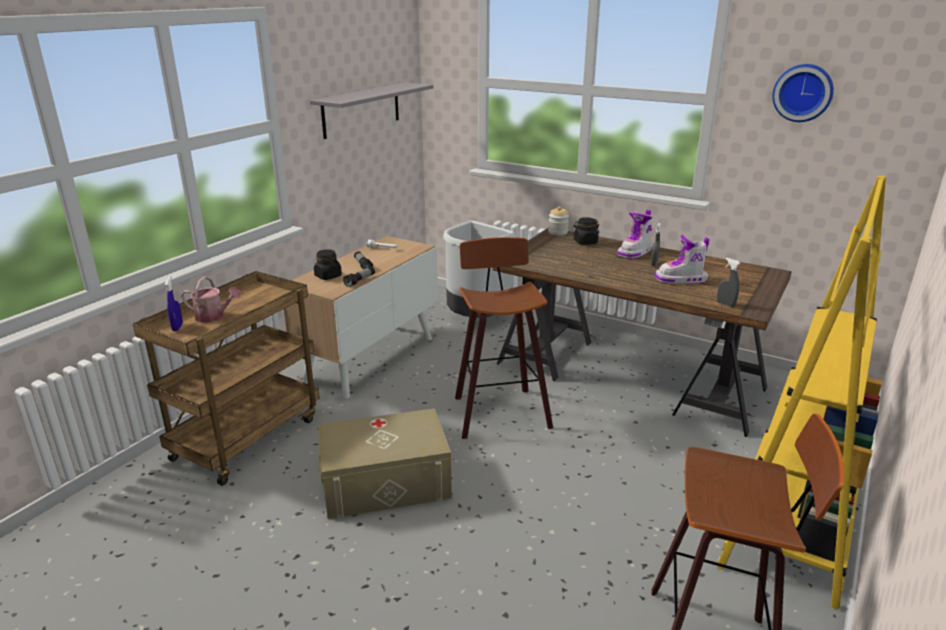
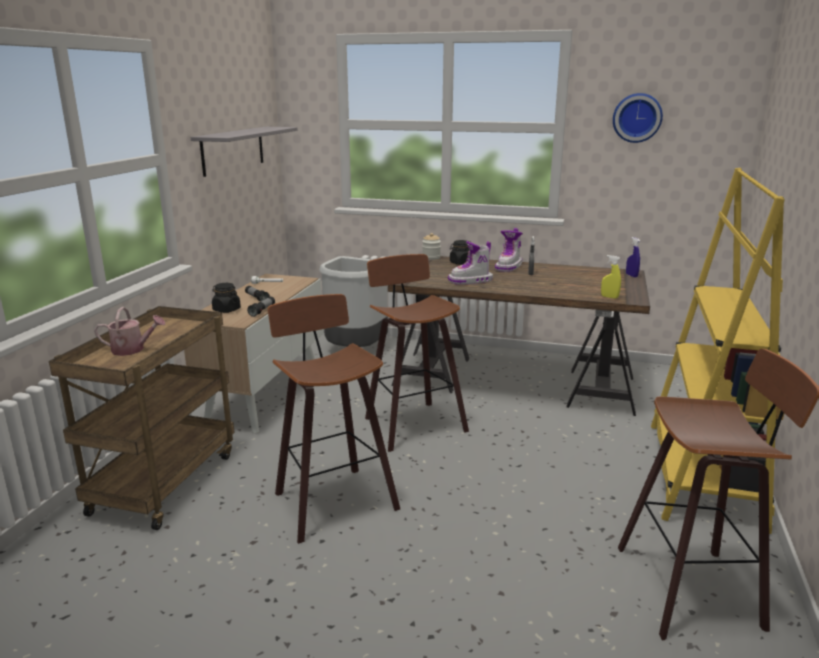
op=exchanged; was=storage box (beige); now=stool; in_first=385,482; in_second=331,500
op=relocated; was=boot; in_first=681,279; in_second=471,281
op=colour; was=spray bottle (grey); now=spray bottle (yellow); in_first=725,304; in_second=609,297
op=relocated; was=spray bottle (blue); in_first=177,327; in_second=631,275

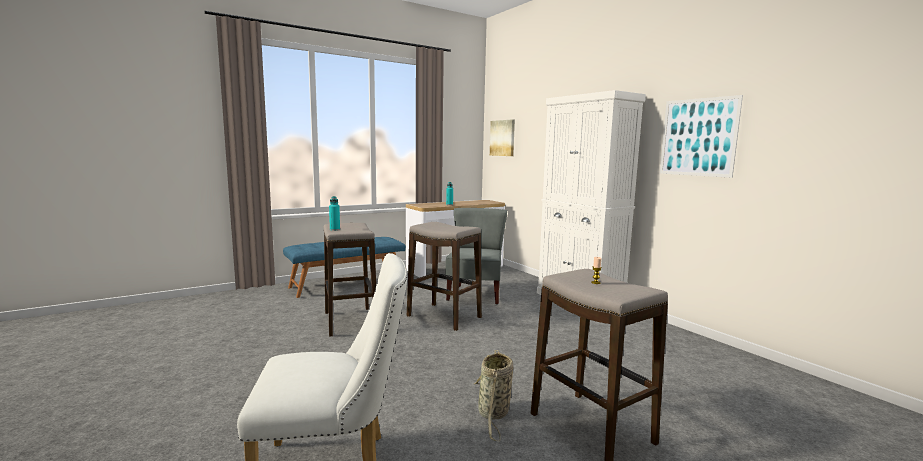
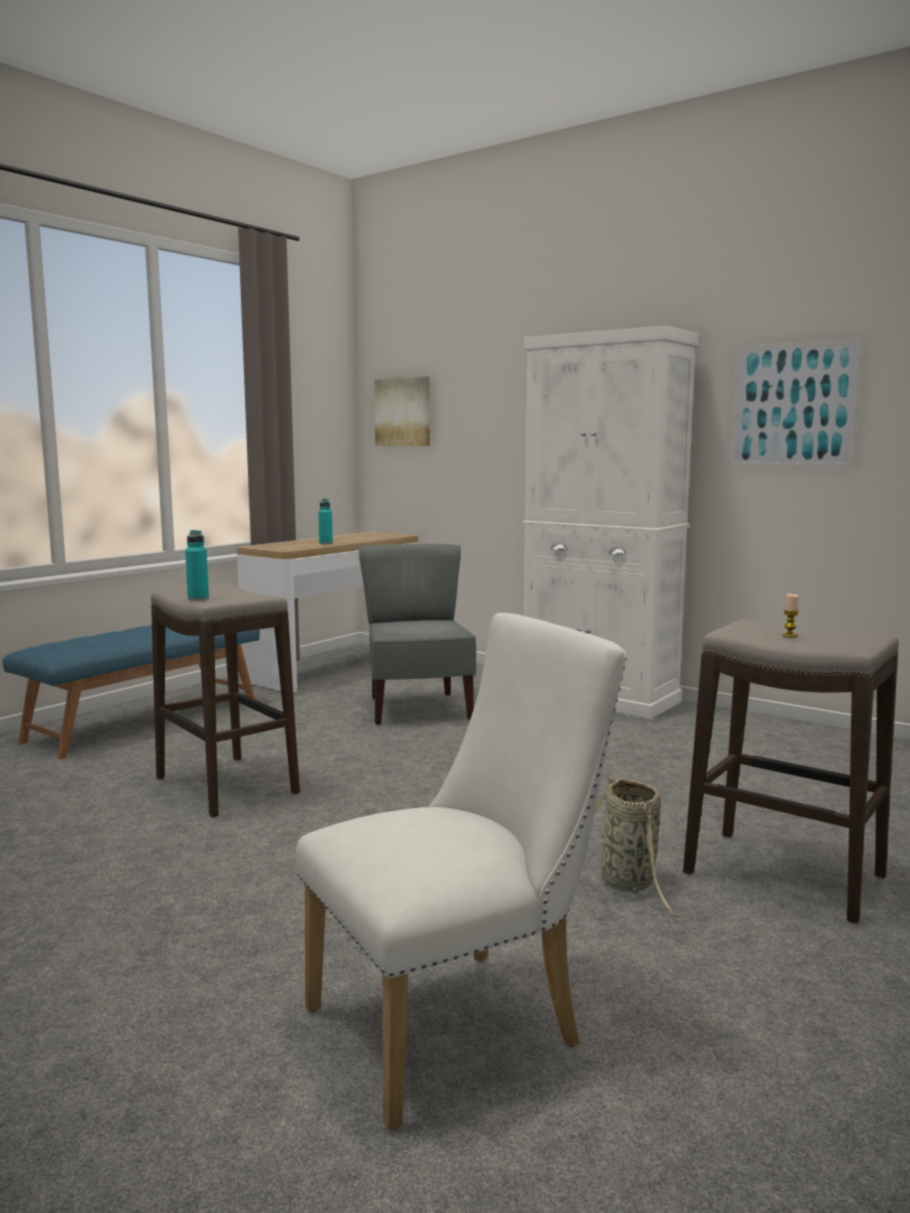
op=missing; was=stool; in_first=444,317

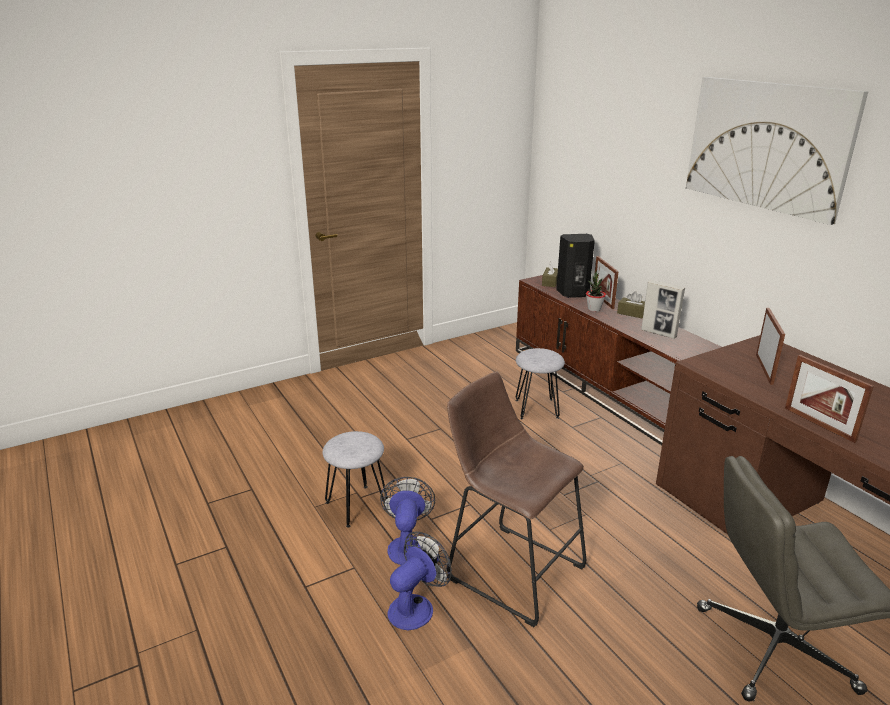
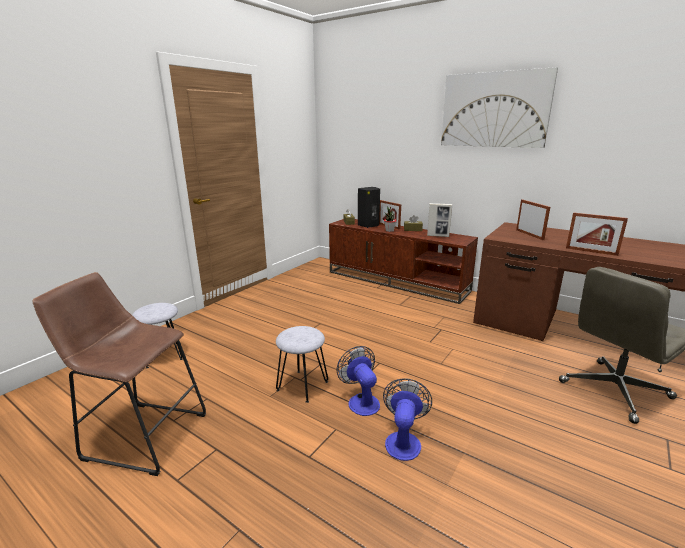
op=relocated; was=stool (brown); in_first=510,569; in_second=141,434
op=relocated; was=stool (grey); in_first=537,409; in_second=163,355

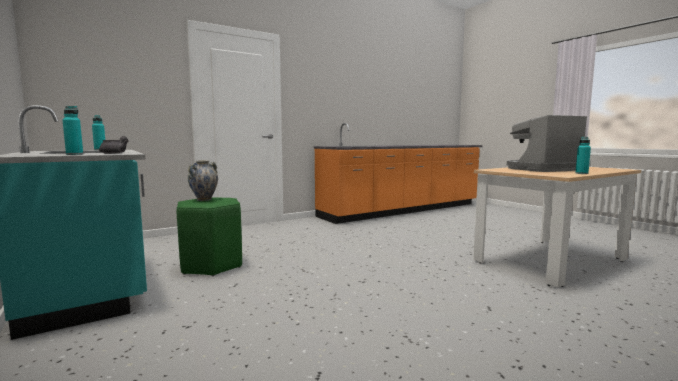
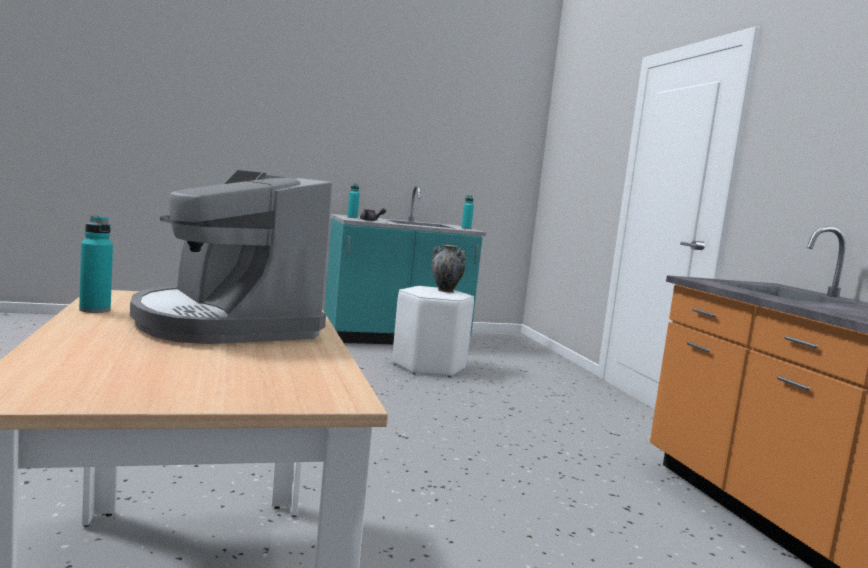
op=spun; was=coffee machine; in_first=542,169; in_second=225,324; clockwise=150
op=colour; was=stool (green); now=stool (white); in_first=212,265; in_second=429,367

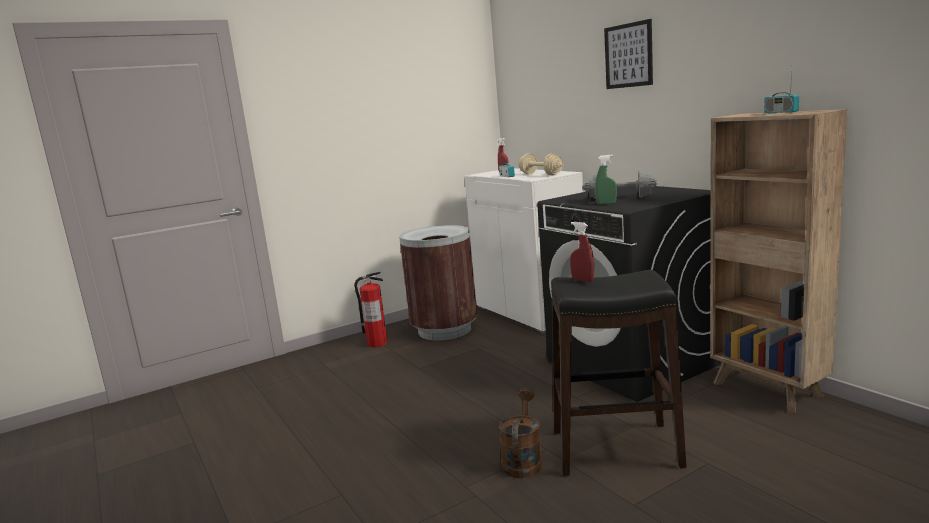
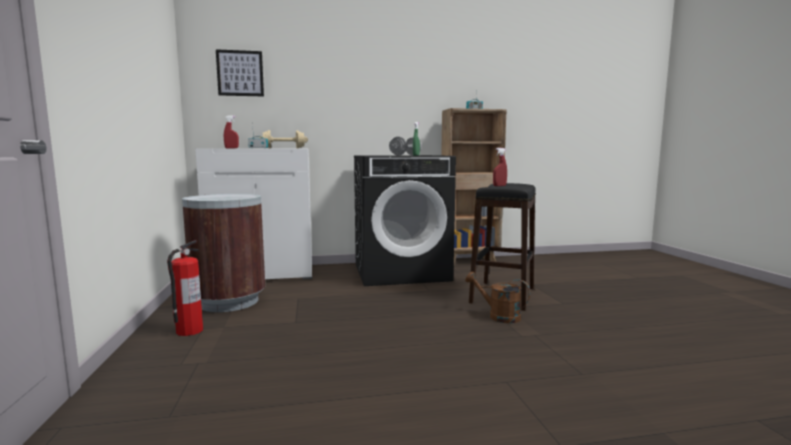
op=relocated; was=picture; in_first=628,55; in_second=240,73

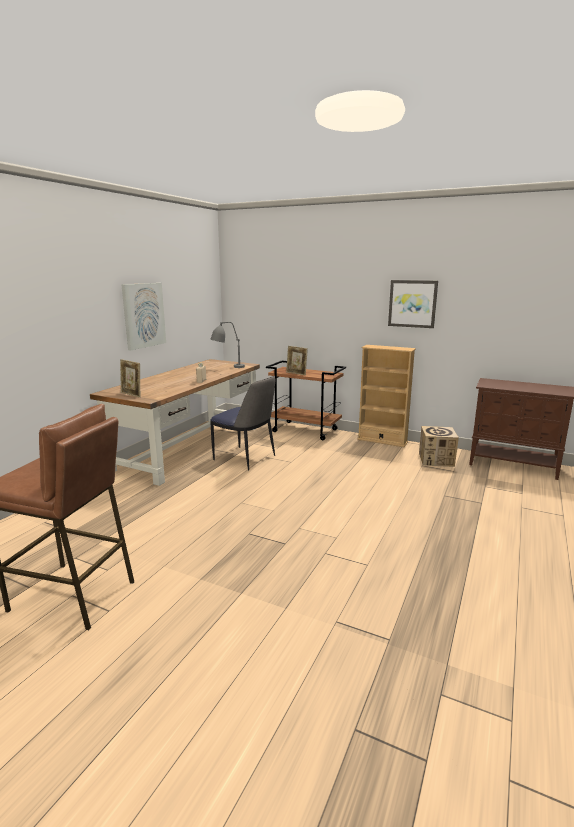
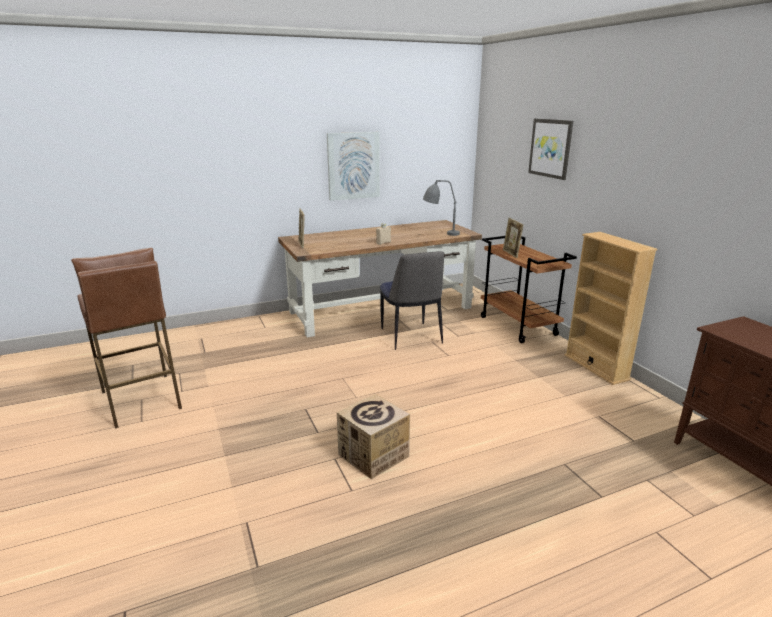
op=relocated; was=cardboard box; in_first=436,460; in_second=373,455
op=relocated; was=picture; in_first=412,303; in_second=551,148

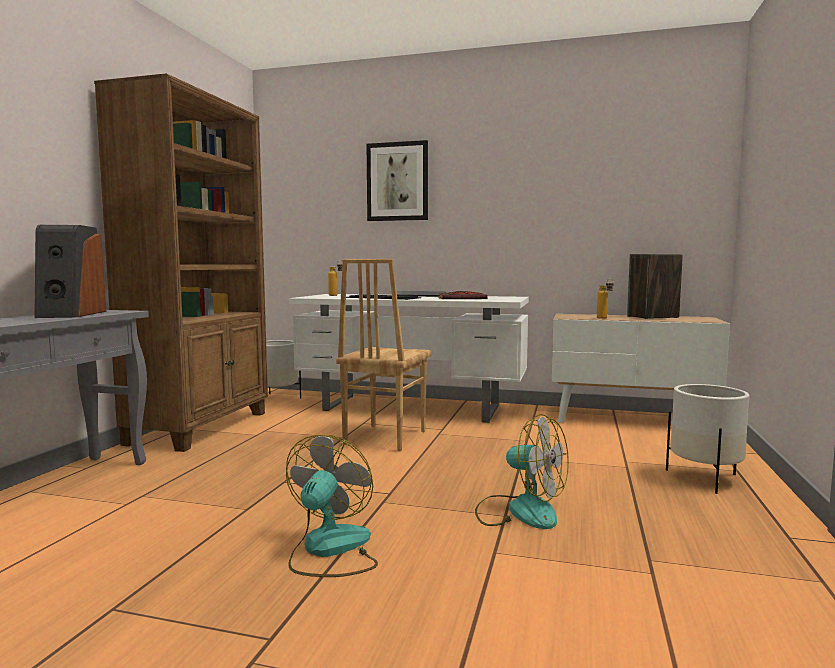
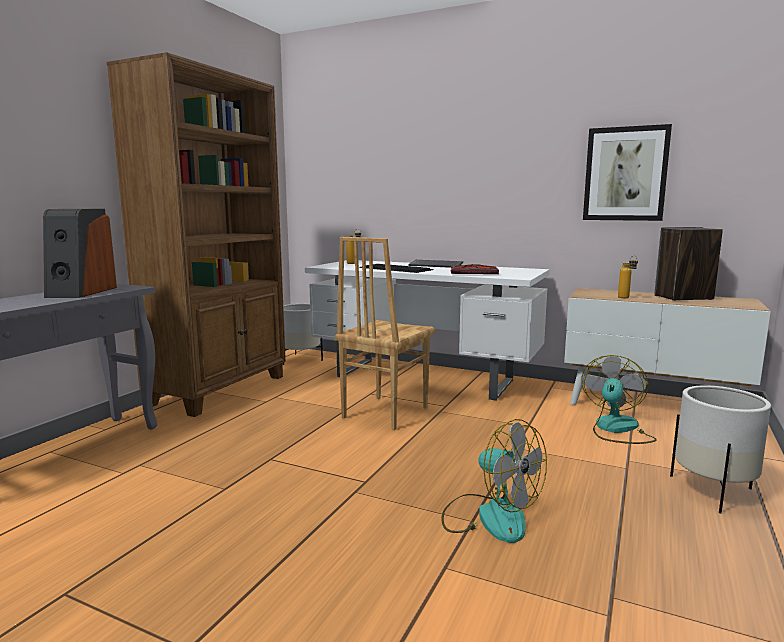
op=relocated; was=fan; in_first=329,550; in_second=616,429
op=relocated; was=picture; in_first=397,182; in_second=625,174

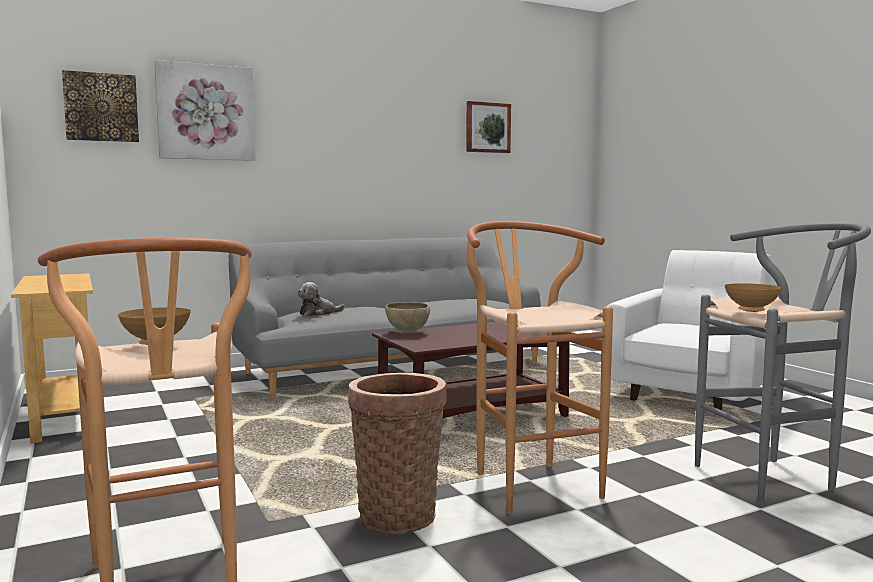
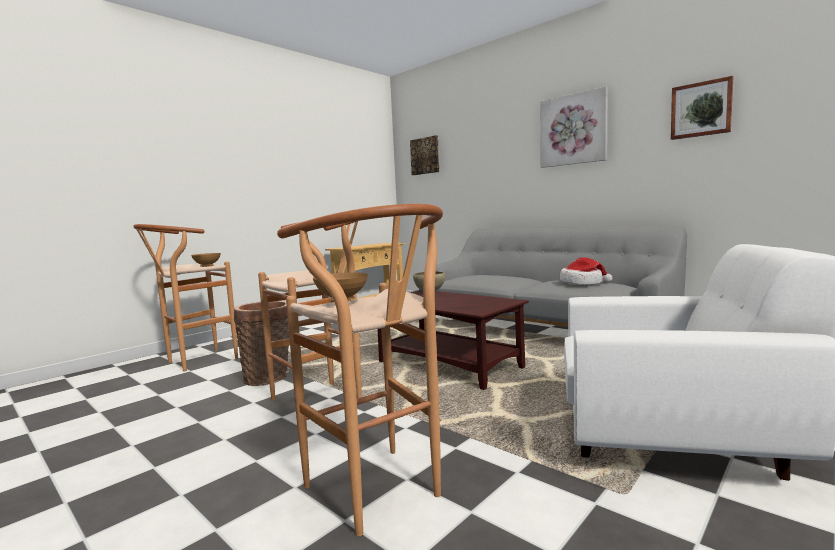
op=colour; was=stool (grey); now=stool (brown); in_first=775,478; in_second=381,495
op=relocated; was=picture; in_first=205,112; in_second=573,129
op=appeared; now=hat; in_second=582,283
op=missing; was=plush toy; in_first=318,313

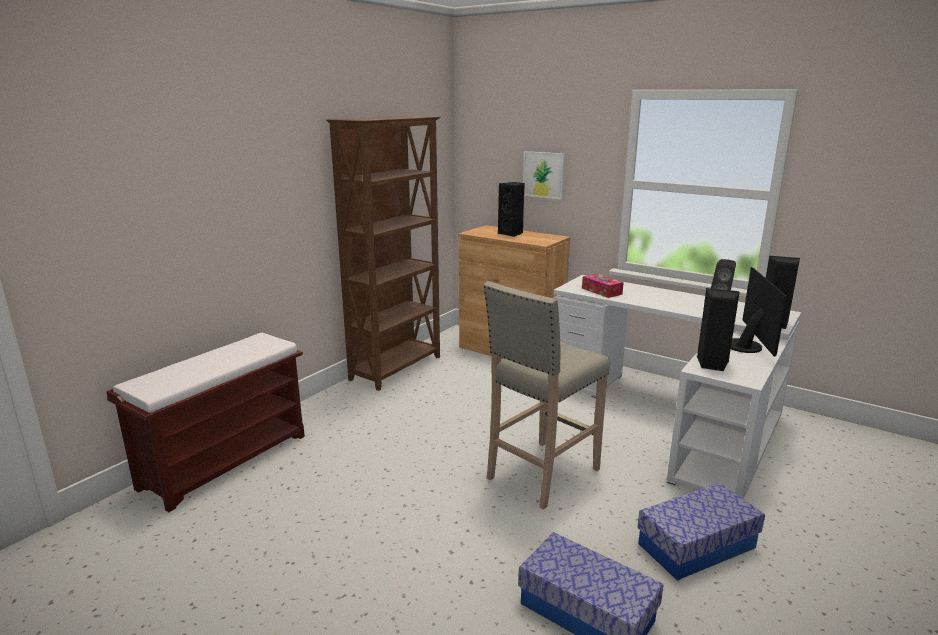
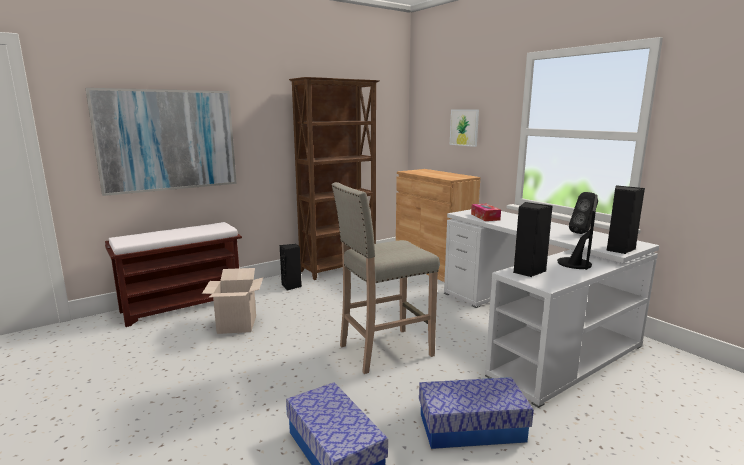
op=appeared; now=picture; in_second=167,140
op=appeared; now=cardboard box; in_second=237,325
op=relocated; was=speaker (black); in_first=511,233; in_second=291,286

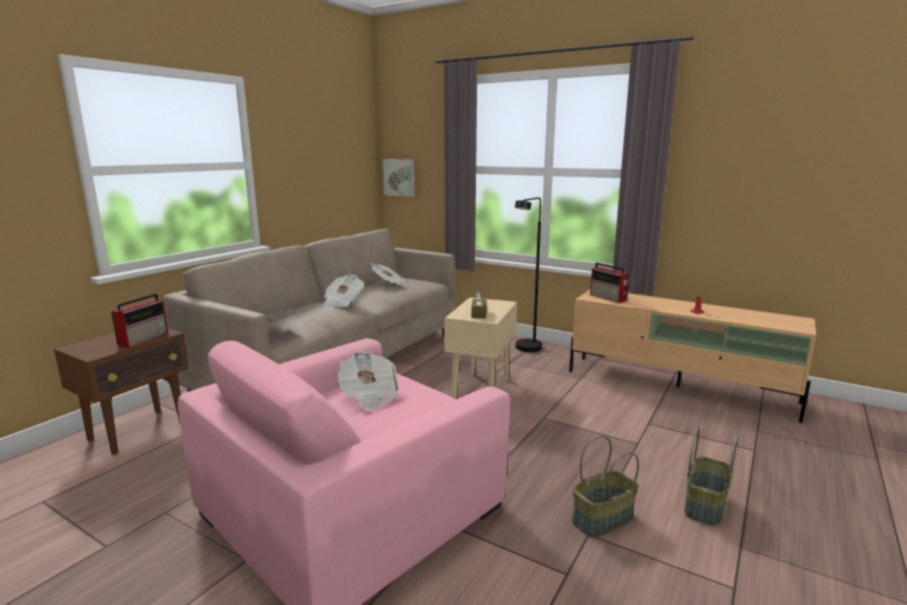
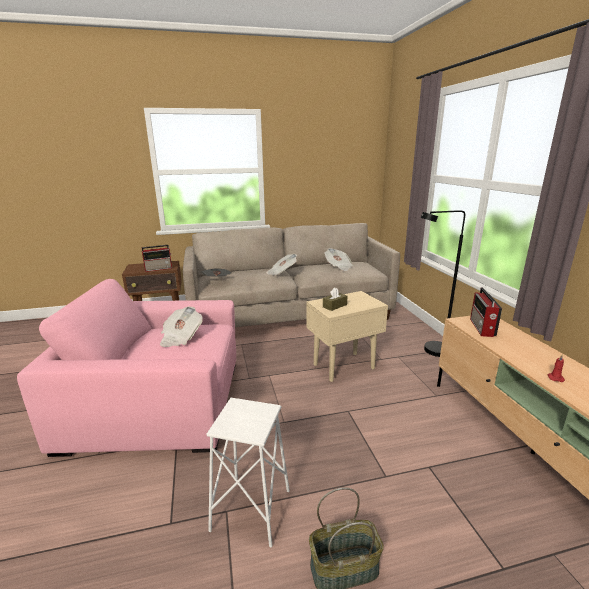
op=exchanged; was=basket; now=stool (white); in_first=603,520; in_second=251,510
op=missing; was=picture; in_first=399,177

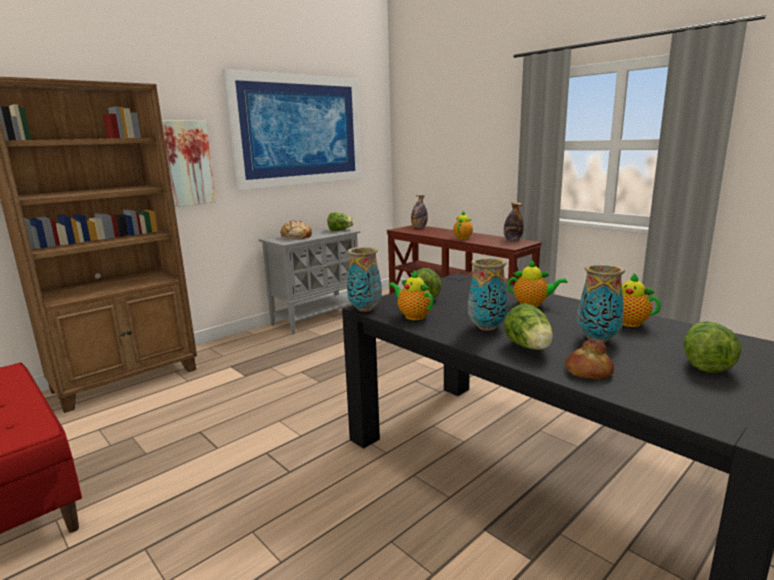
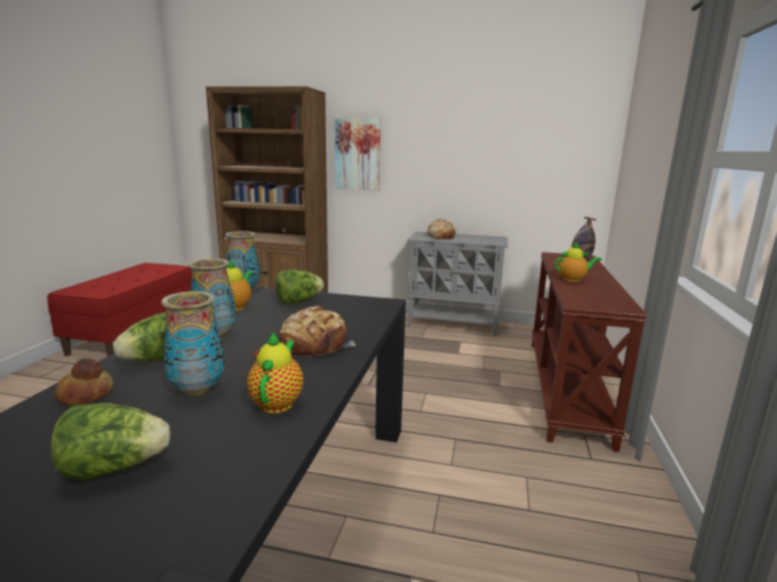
op=exchanged; was=teapot; now=bread; in_first=532,304; in_second=314,345
op=missing; was=picture; in_first=298,130
op=missing; was=lettuce; in_first=339,230
op=missing; was=bottle; in_first=512,240

